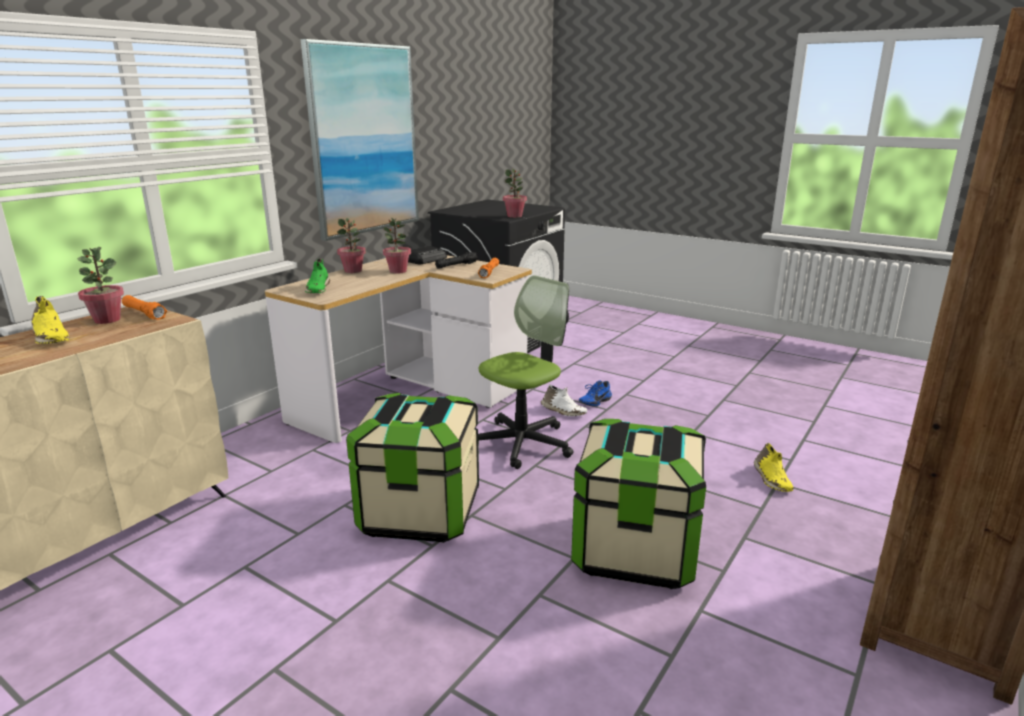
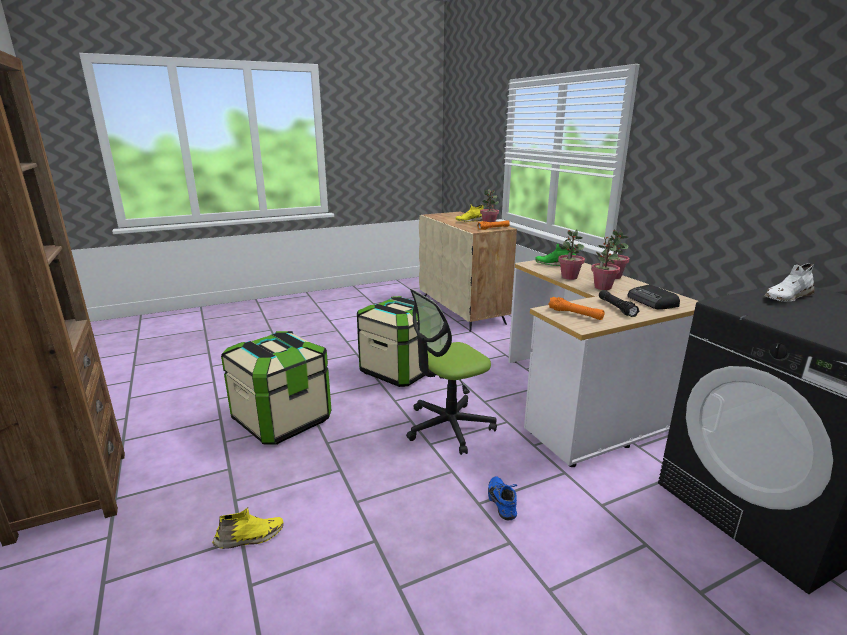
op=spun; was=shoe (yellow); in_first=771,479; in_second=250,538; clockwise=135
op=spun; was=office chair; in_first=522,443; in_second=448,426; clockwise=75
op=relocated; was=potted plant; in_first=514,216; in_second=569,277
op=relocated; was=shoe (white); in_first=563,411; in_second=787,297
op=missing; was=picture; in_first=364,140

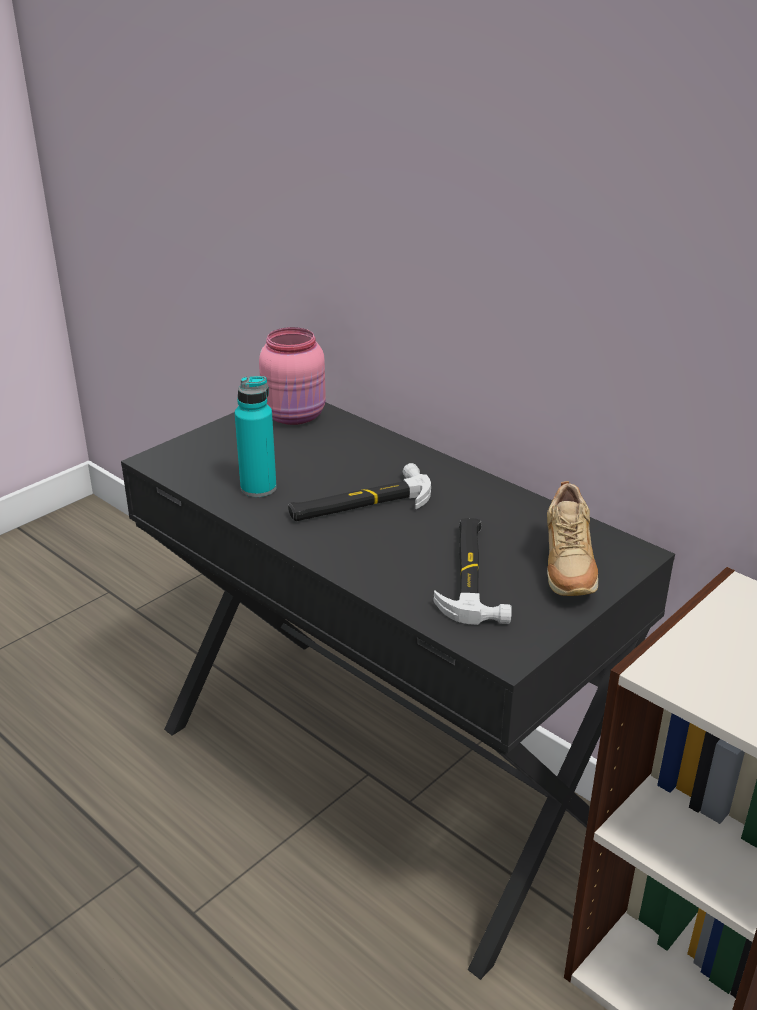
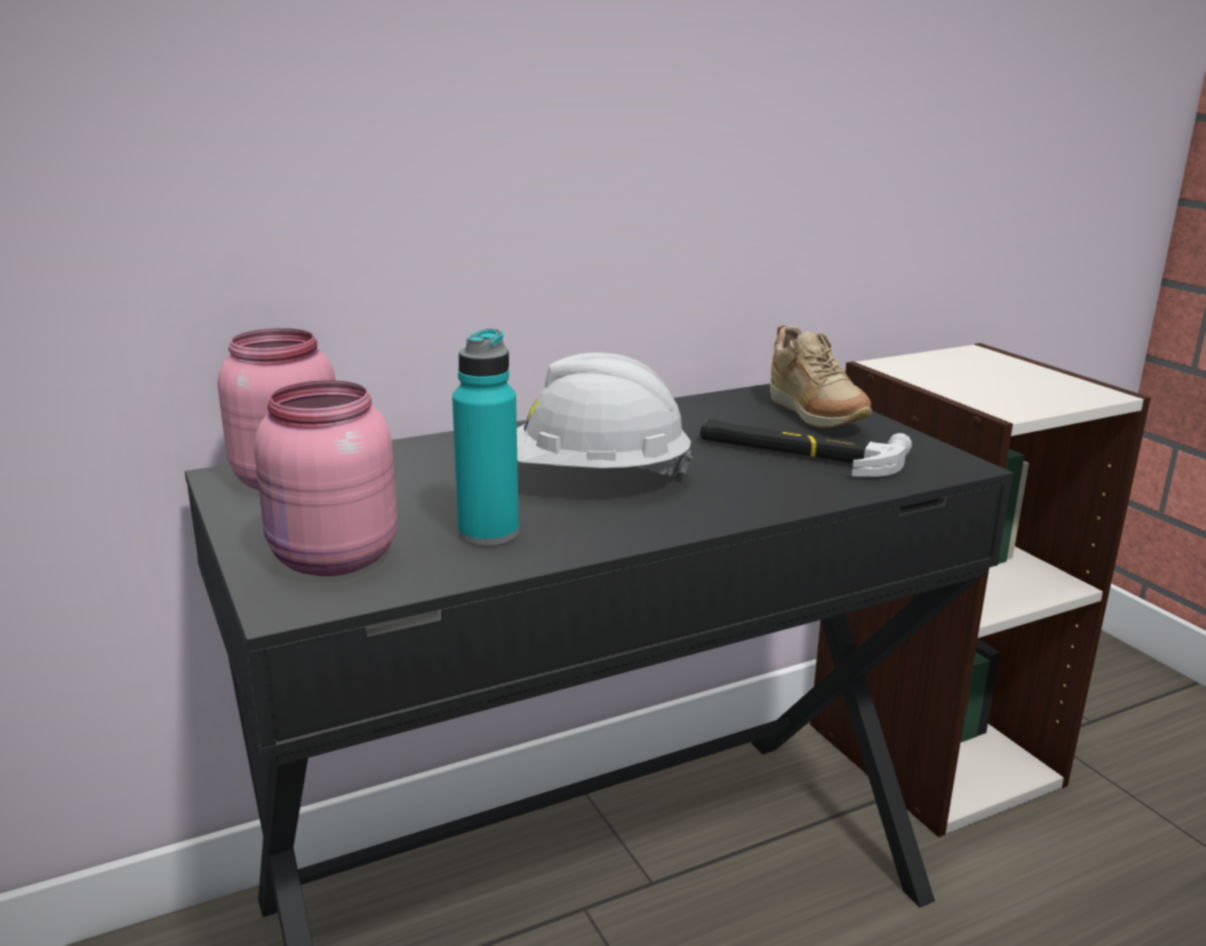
op=appeared; now=jar (pink); in_second=331,560
op=exchanged; was=hammer; now=hard hat (white); in_first=360,503; in_second=595,479
op=spun; was=shoe (beige); in_first=567,572; in_second=815,417; clockwise=45

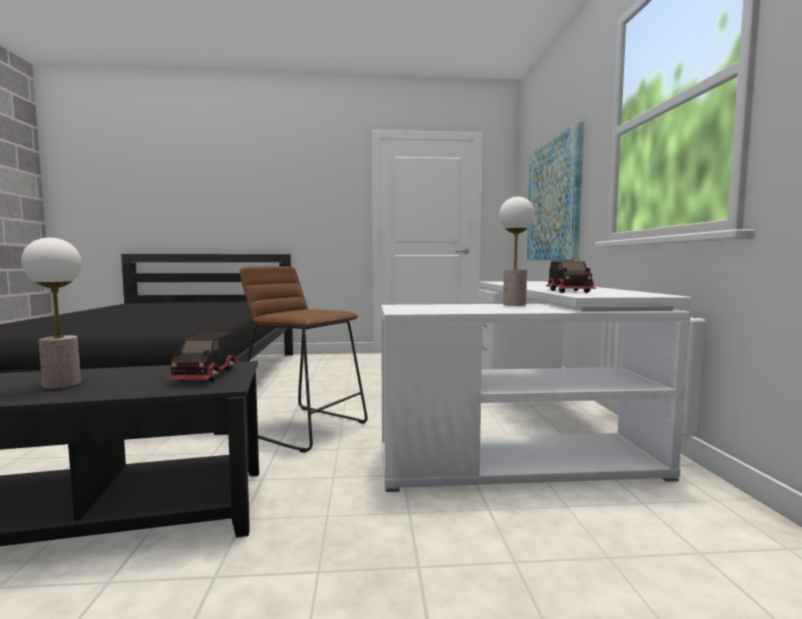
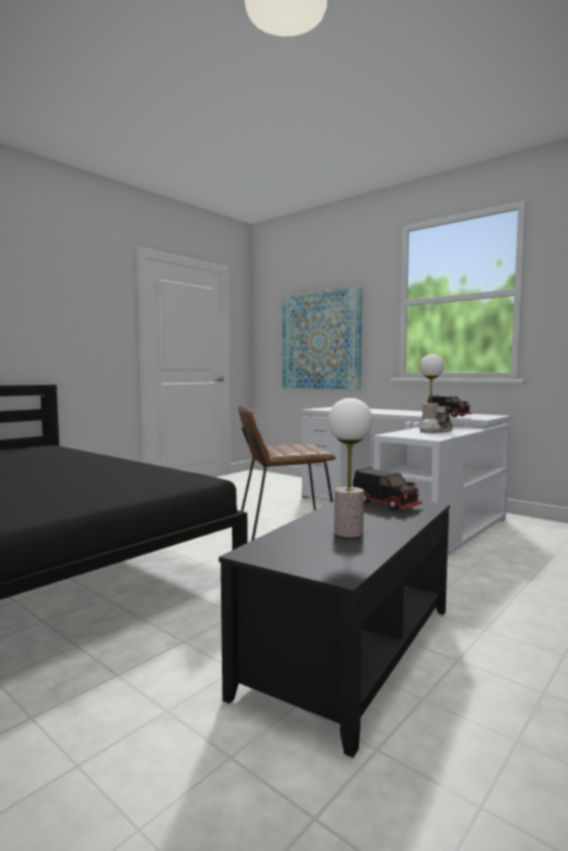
op=appeared; now=shoe; in_second=437,431

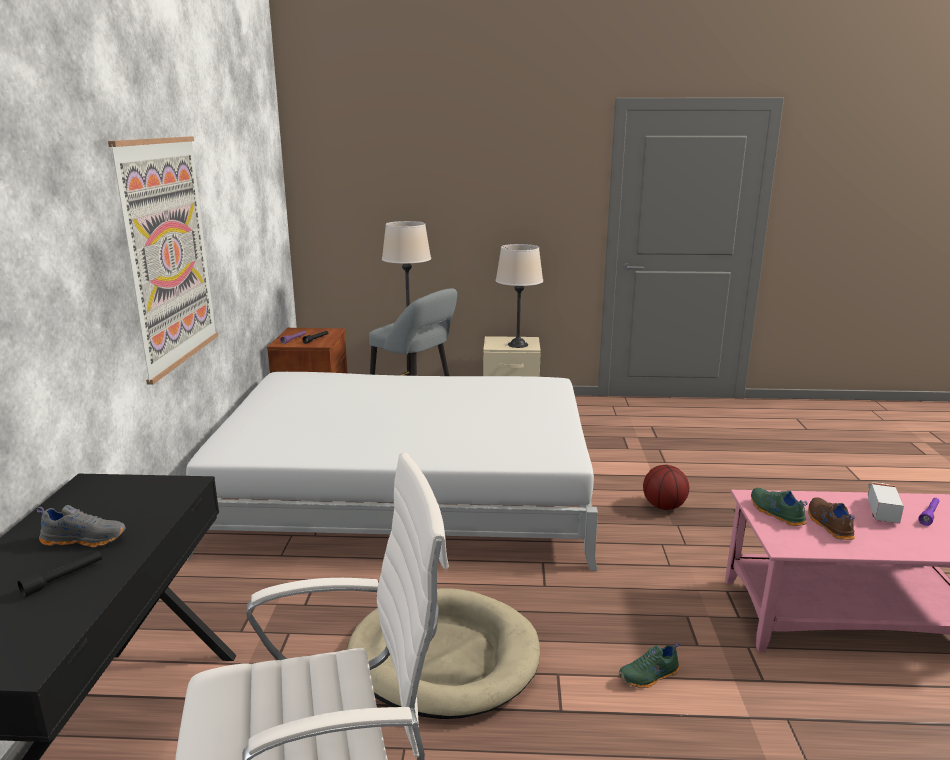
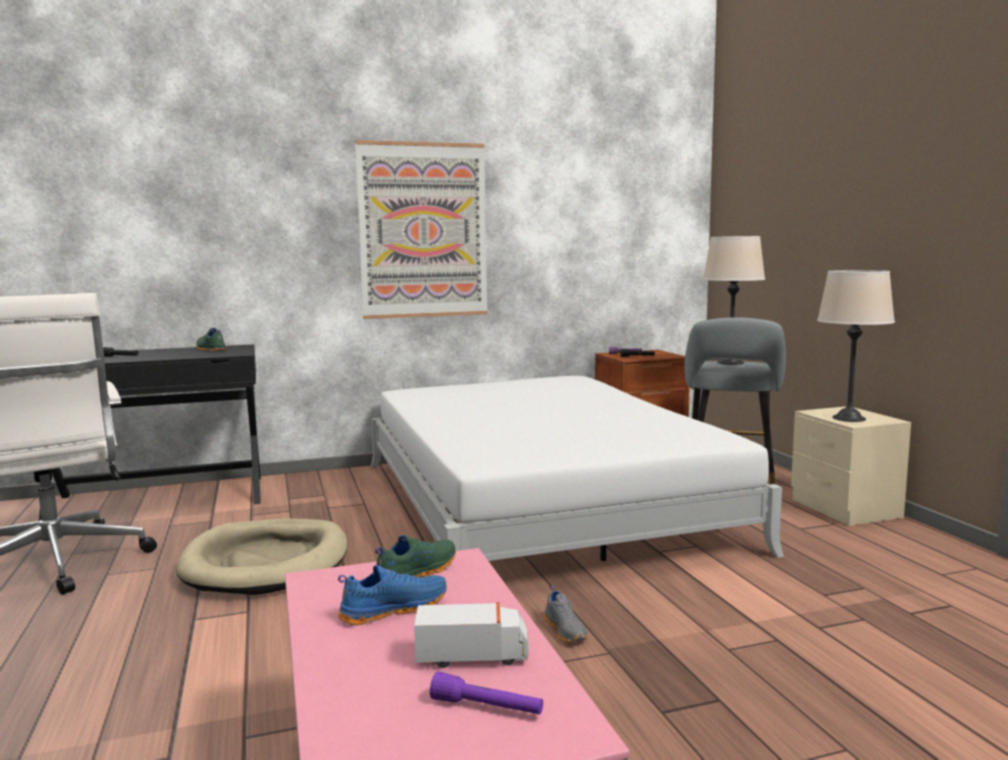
op=relocated; was=shoe (green); in_first=649,676; in_second=210,349
op=colour; was=shoe (brown); now=shoe (blue); in_first=828,525; in_second=393,609
op=relocated; was=shoe (grey); in_first=85,539; in_second=566,630
op=missing; was=basketball; in_first=664,506

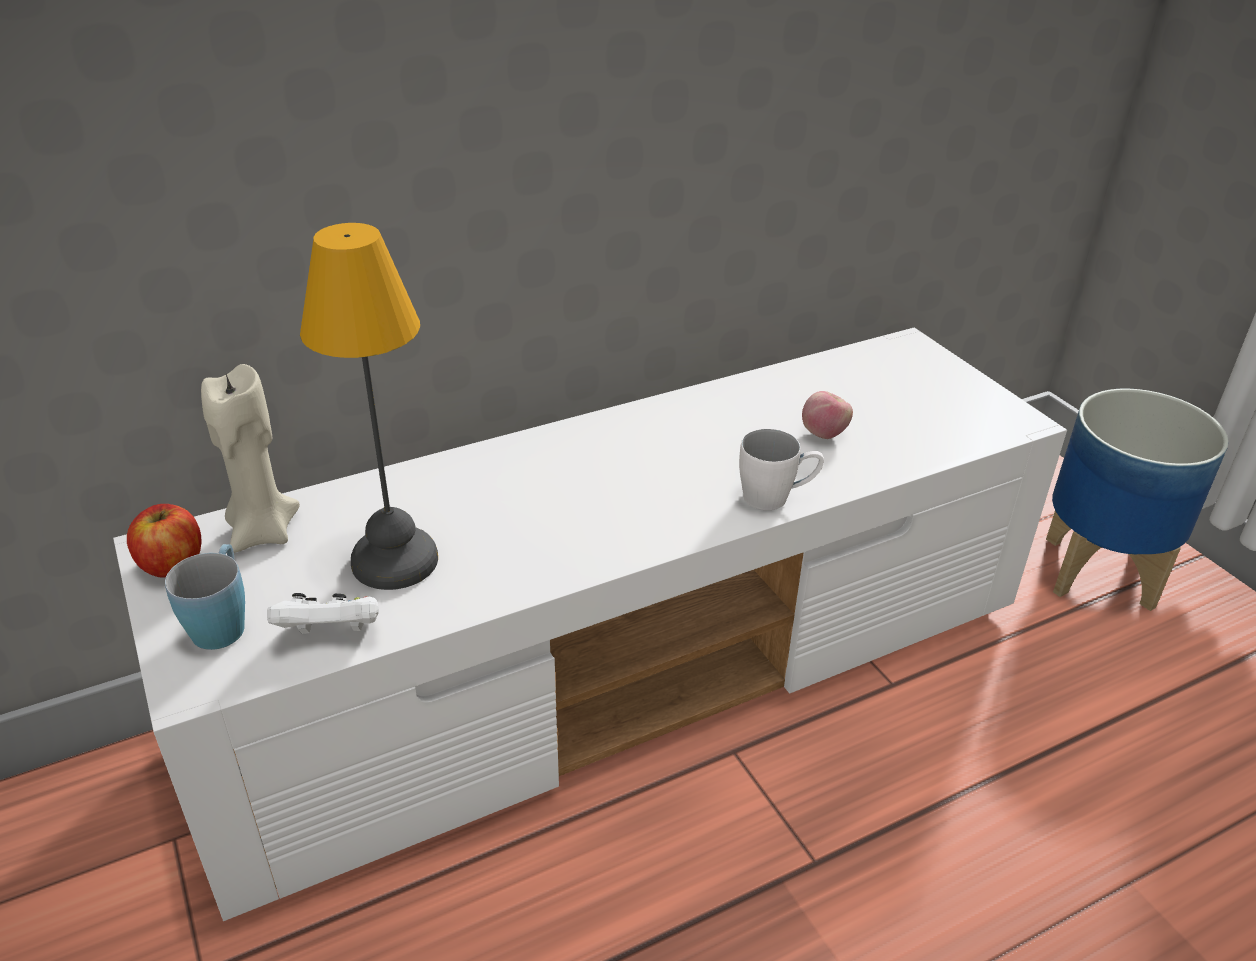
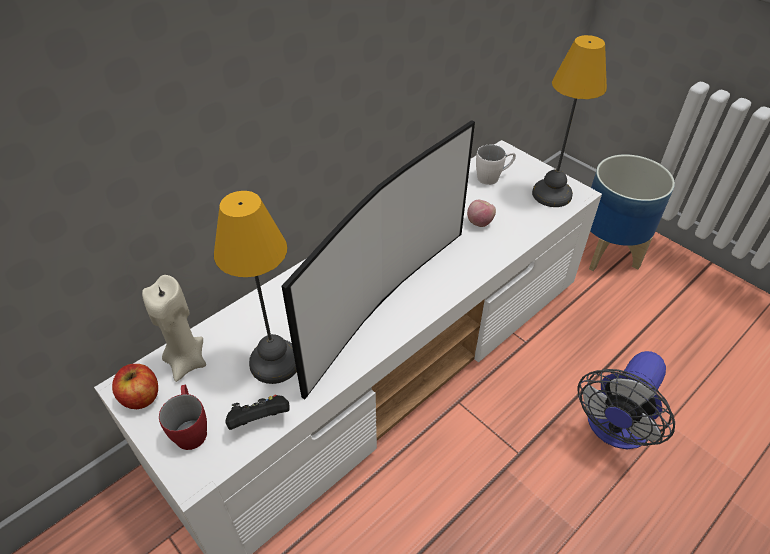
op=colour; was=mug (blue); now=mug (red); in_first=223,621; in_second=191,428
op=colour; was=game controller (white); now=game controller (black); in_first=332,634; in_second=259,420
op=appeared; now=television; in_second=382,301
op=relocated; was=mug (white); in_first=776,497; in_second=493,177
op=appeared; now=table lamp; in_second=553,194
op=appeared; now=fan; in_second=614,429

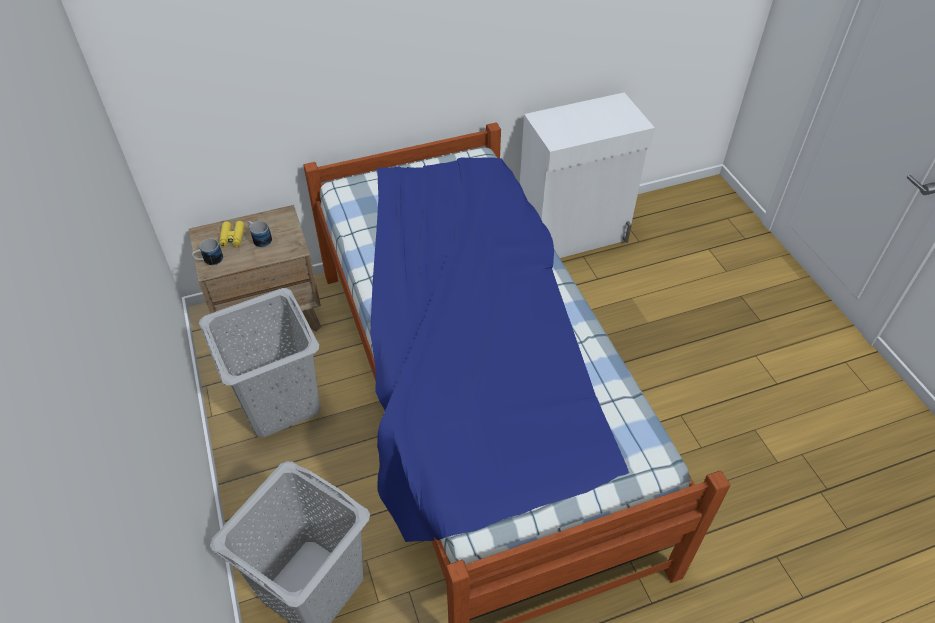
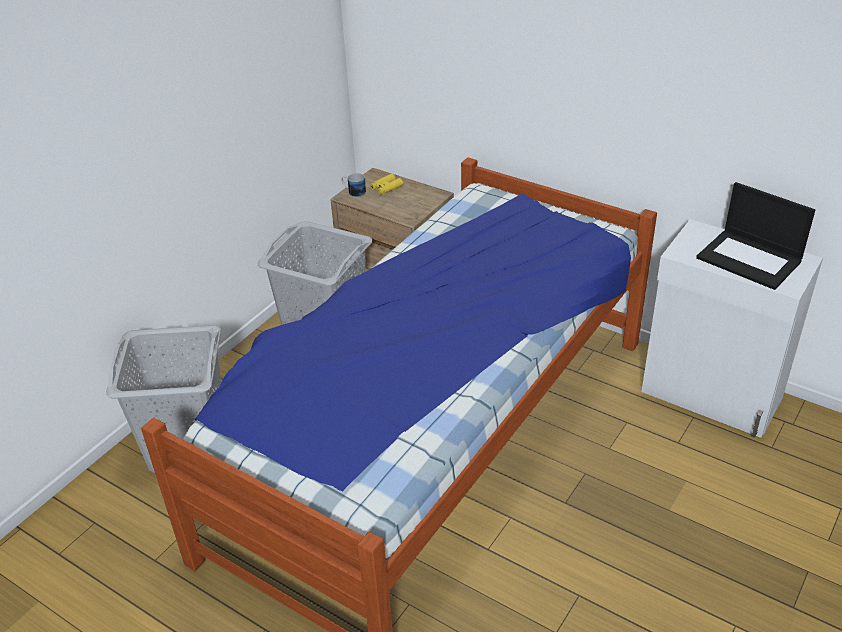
op=appeared; now=laptop; in_second=750,259
op=missing; was=mug; in_first=260,239

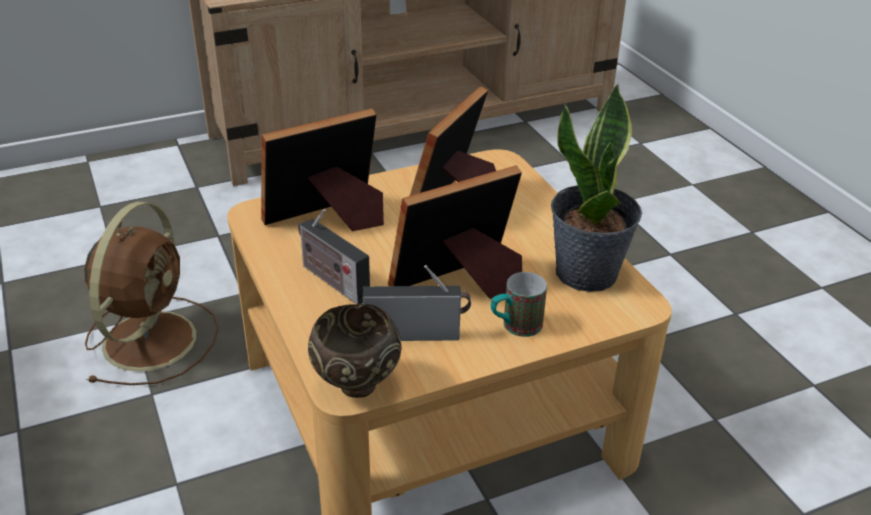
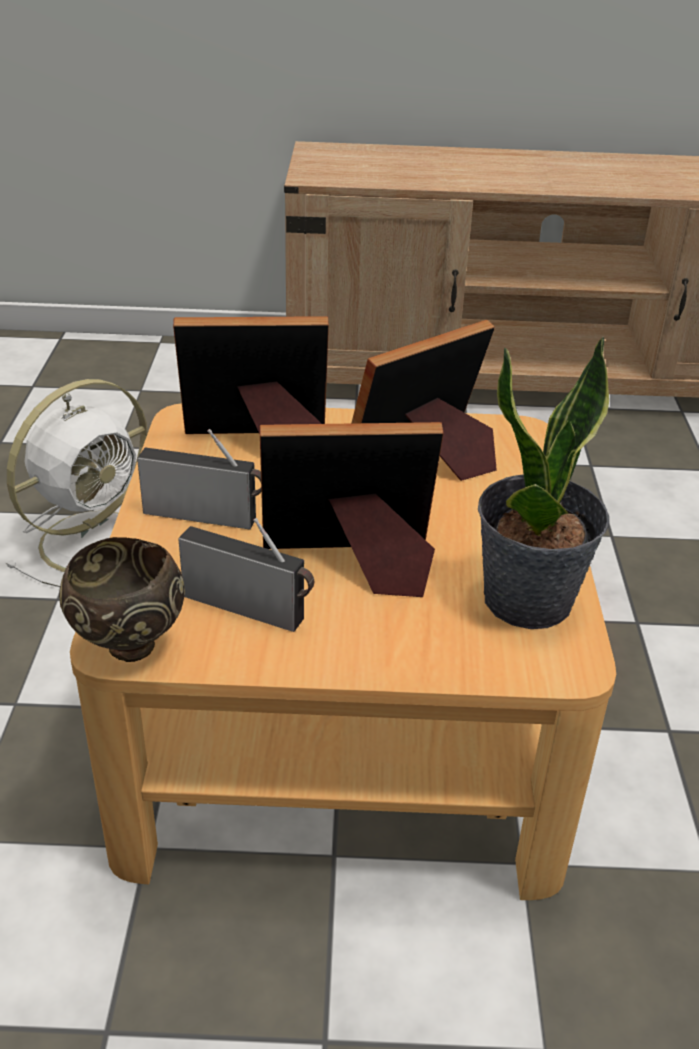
op=colour; was=fan (brown); now=fan (white); in_first=152,338; in_second=97,540
op=spun; was=radio; in_first=332,280; in_second=206,516; clockwise=120
op=missing; was=mug; in_first=515,327

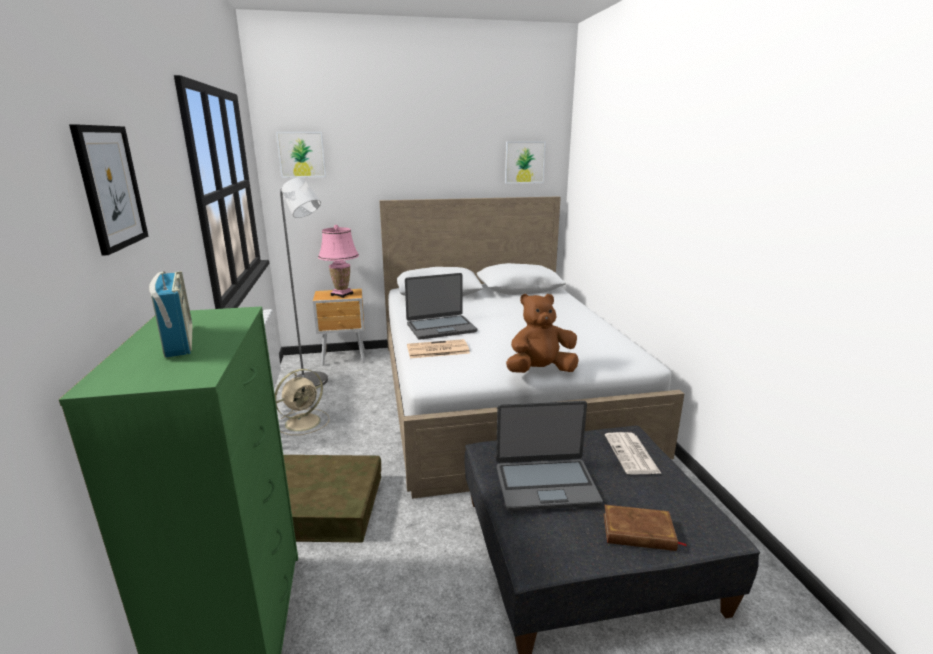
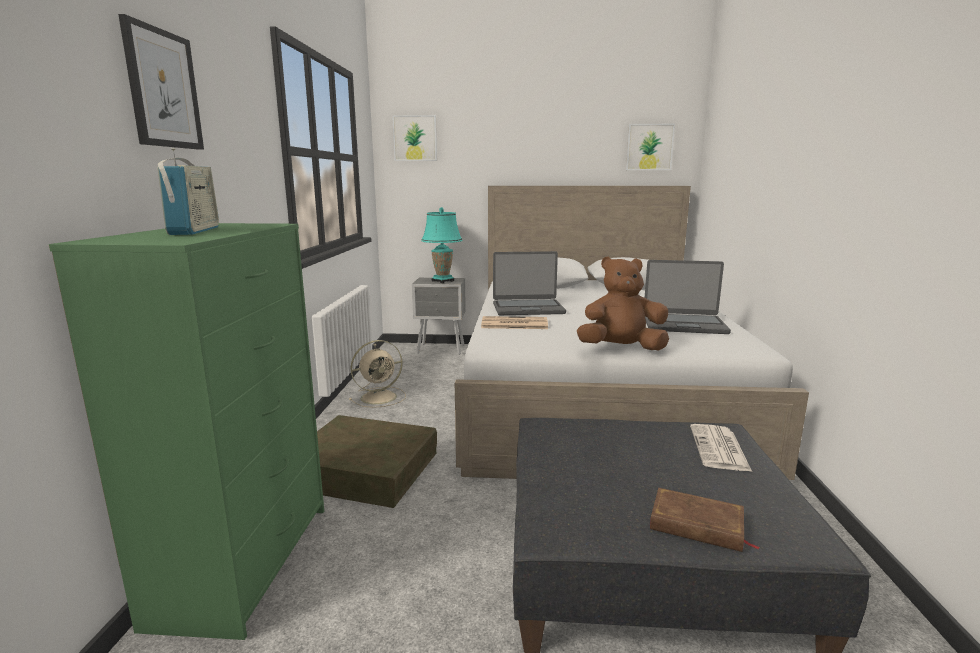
op=colour; was=nightstand (brown); now=nightstand (grey); in_first=345,358; in_second=442,349
op=colour; was=table lamp (pink); now=table lamp (turquoise); in_first=342,294; in_second=443,281
op=relocated; was=laptop; in_first=546,484; in_second=683,325
op=missing; was=floor lamp (grey); in_first=315,383

